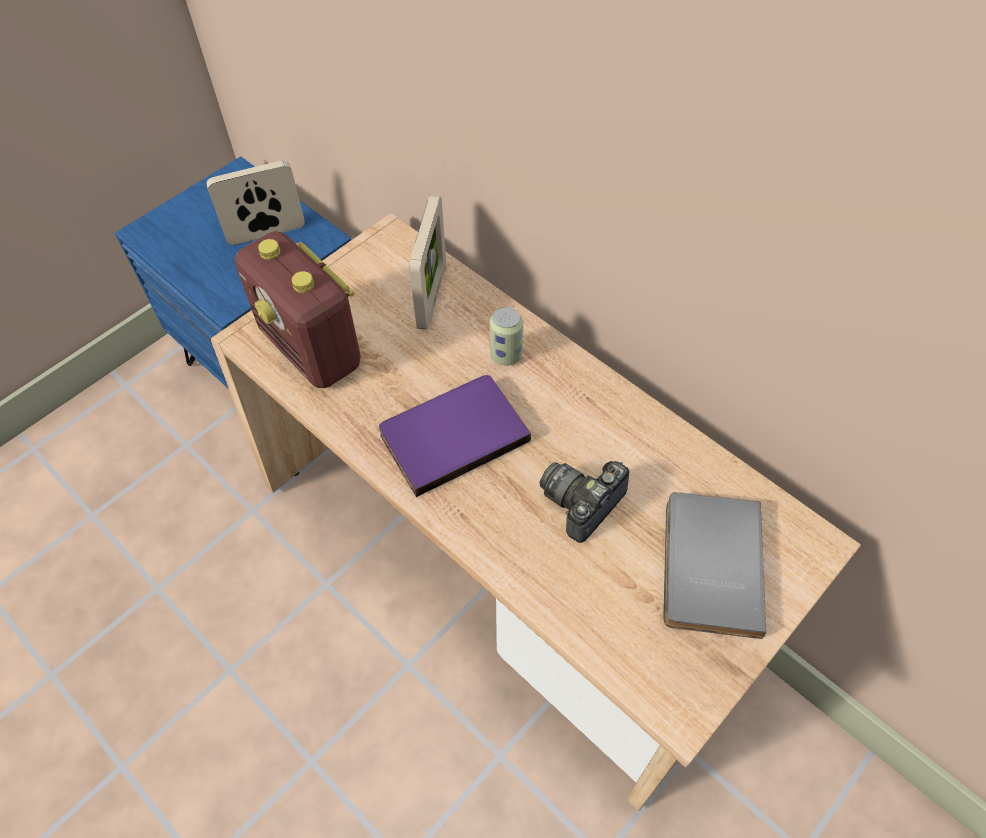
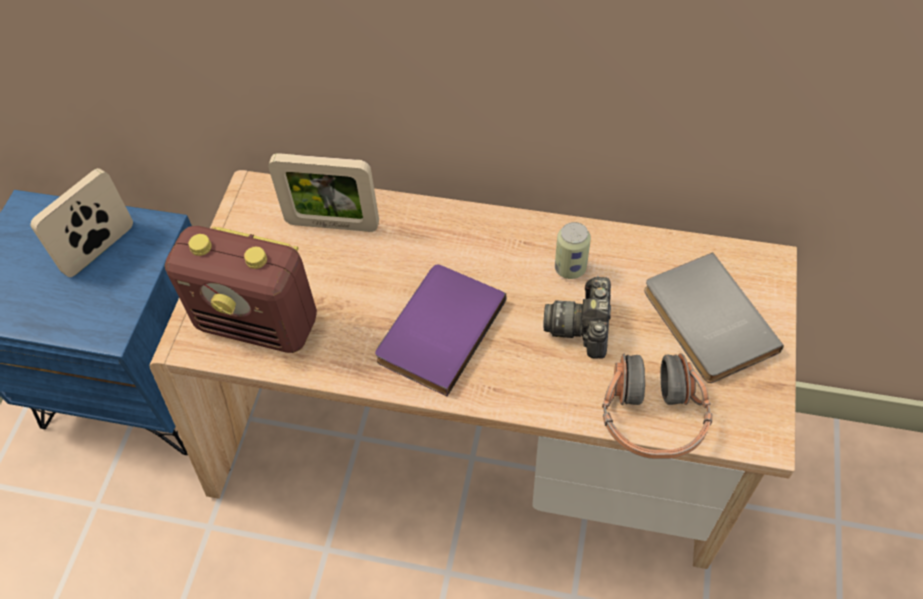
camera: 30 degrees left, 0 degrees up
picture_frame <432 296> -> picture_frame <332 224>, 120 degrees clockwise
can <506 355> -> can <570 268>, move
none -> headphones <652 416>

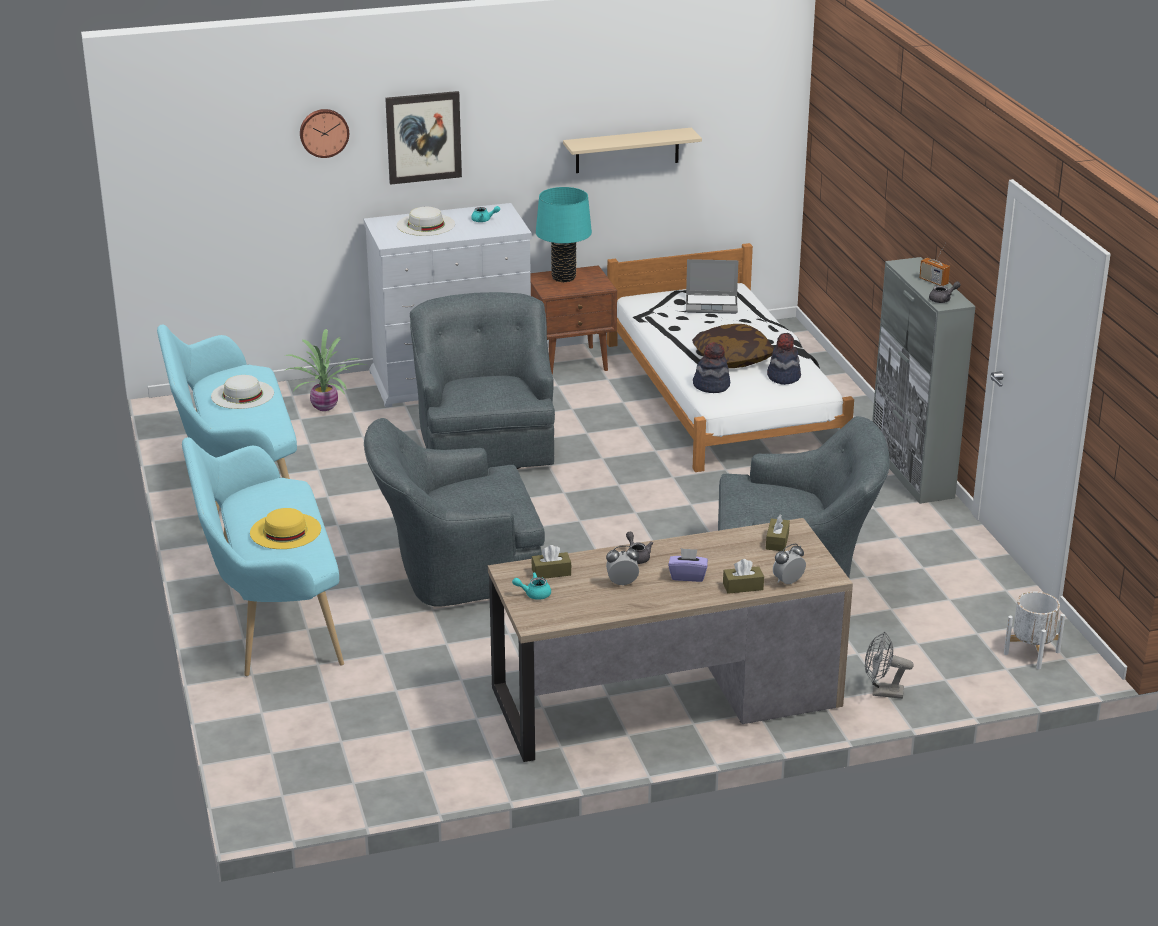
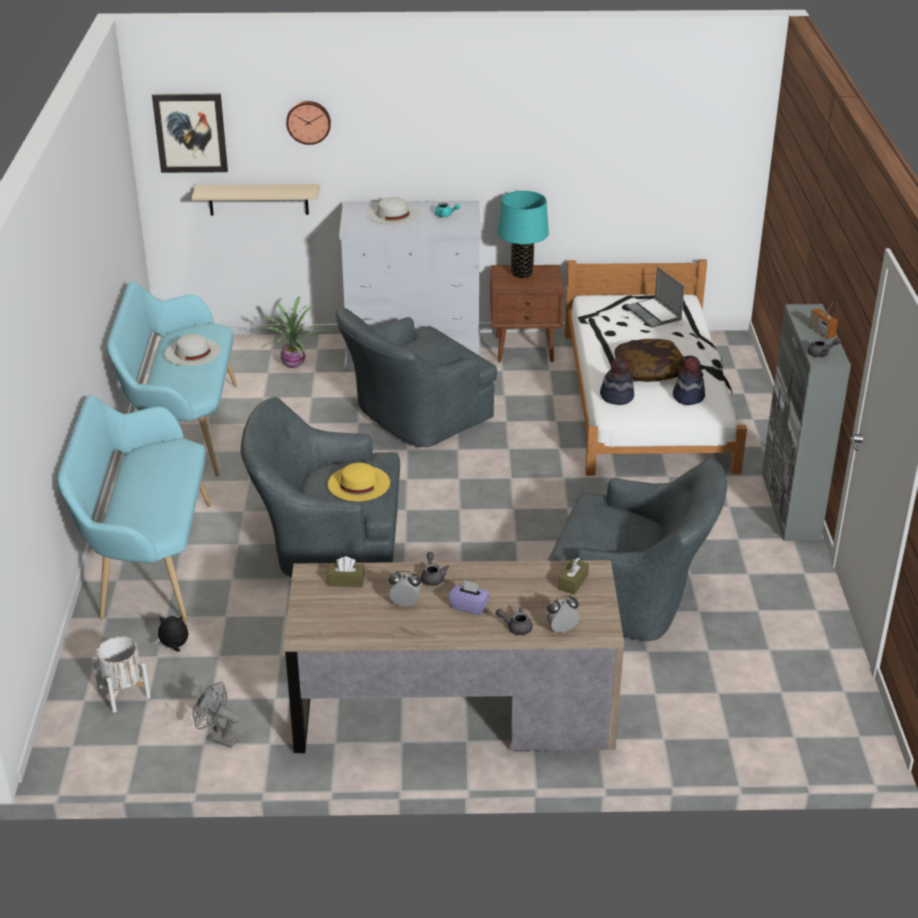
camera: 15 degrees right, 5 degrees up
white_planter <1031 653> -> white_planter <123 693>, move
picture <423 137> -> picture <190 132>, move
none -> plush_toy <174 646>
beige_shelf <627 150> -> beige_shelf <258 199>, move
grey_fan <882 692> -> grey_fan <218 737>, move
yellow_hat <285 531> -> yellow_hat <358 483>, move
grey_armchair <486 442> -> grey_armchair <414 418>, 135 degrees counterclockwise
brown_tissue_box <743 586> -> grey_teapot <516 627>
laptop <712 305> -> laptop <654 314>, 45 degrees clockwise
turquoise_teapot <534 594> -> none

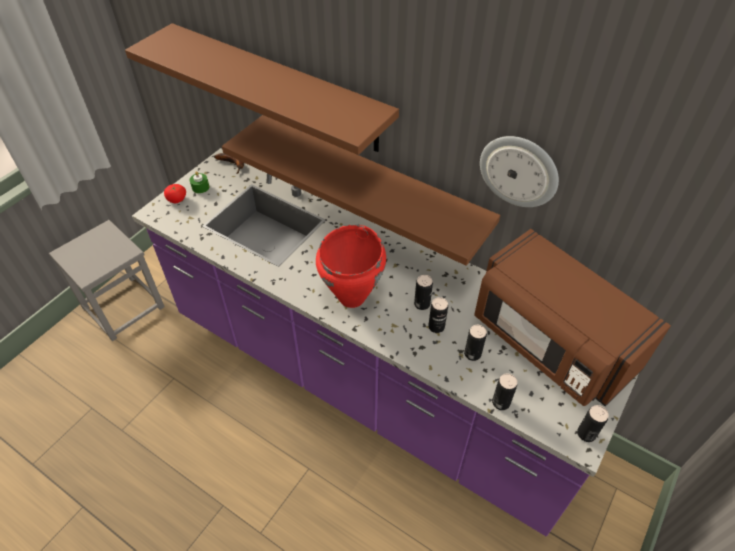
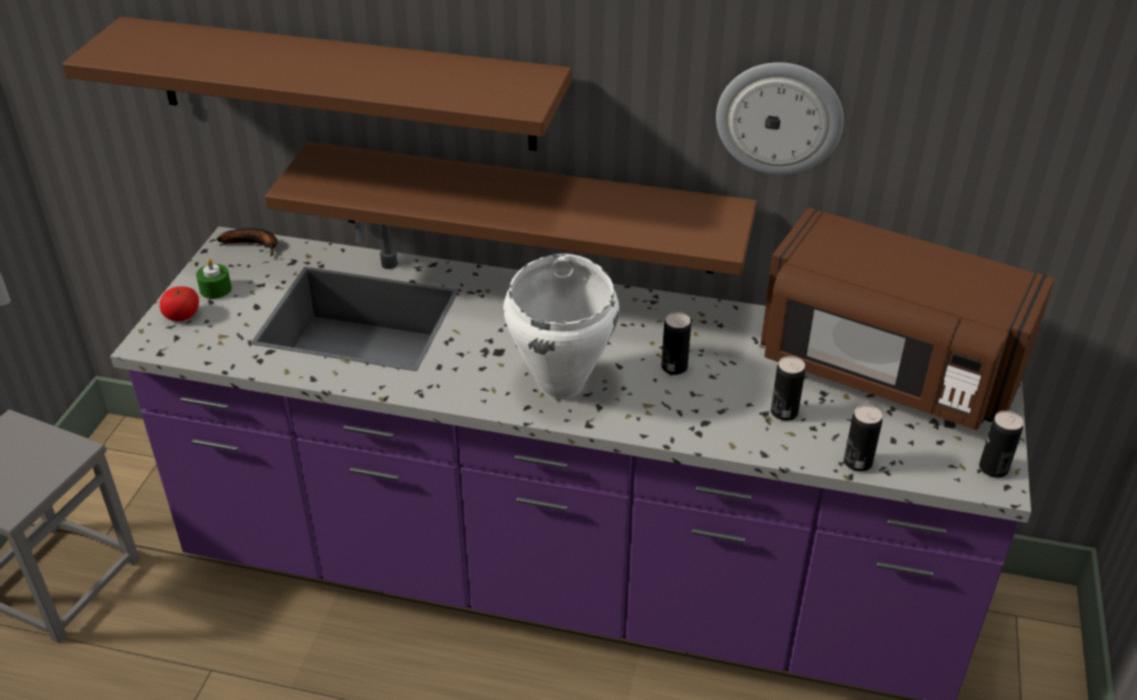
camera: 20 degrees left, 10 degrees down
red_cooking_pot <352 297> -> white_cooking_pot <562 383>
can <436 326> -> none

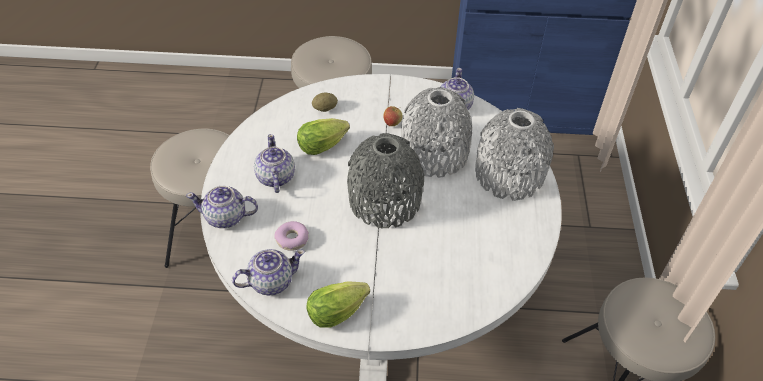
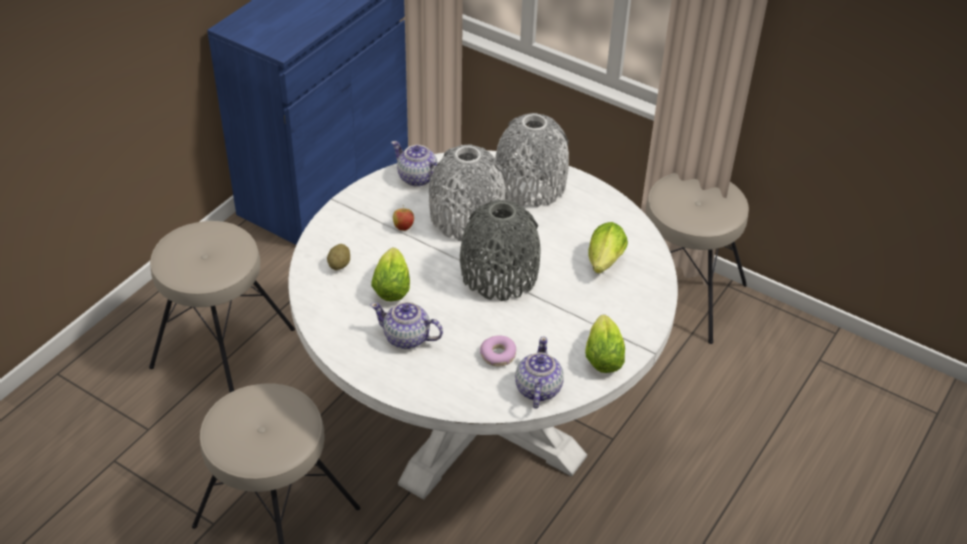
camera: 60 degrees left, 5 degrees down
none -> lettuce <604 263>
teapot <226 217> -> none

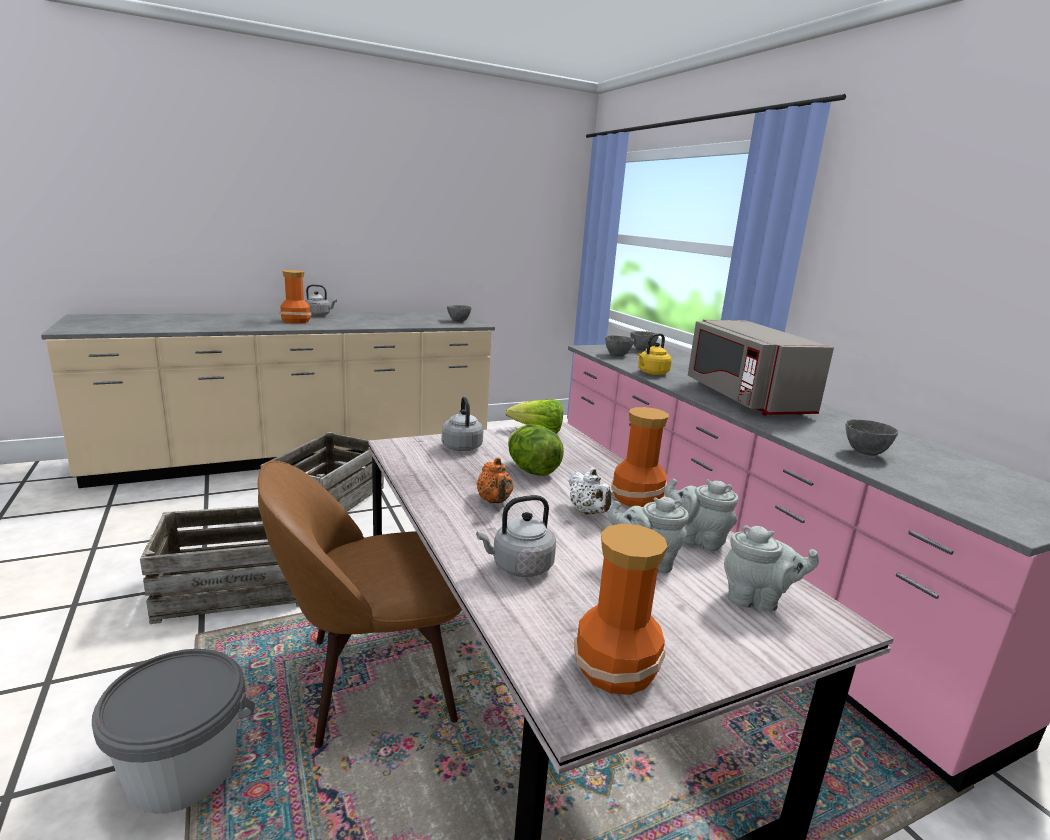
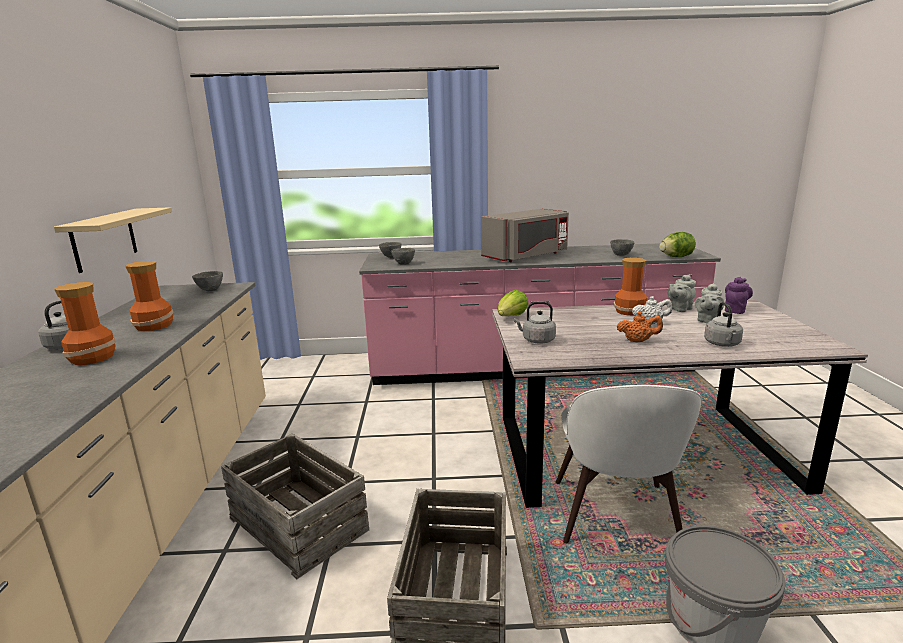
camera: 65 degrees left, 0 degrees up
none -> beige_shelf <104 239>
vase <618 669> -> vase <155 325>, move
grey_microwave <744 398> -> grey_microwave <526 256>, 45 degrees counterclockwise
brown_chair <372 681> -> white_chair <615 518>
lettuce <532 470> -> lettuce <676 257>, move
grey_teapot <757 600> -> purple_teapot <735 310>
yellow_kettle <652 373> -> none

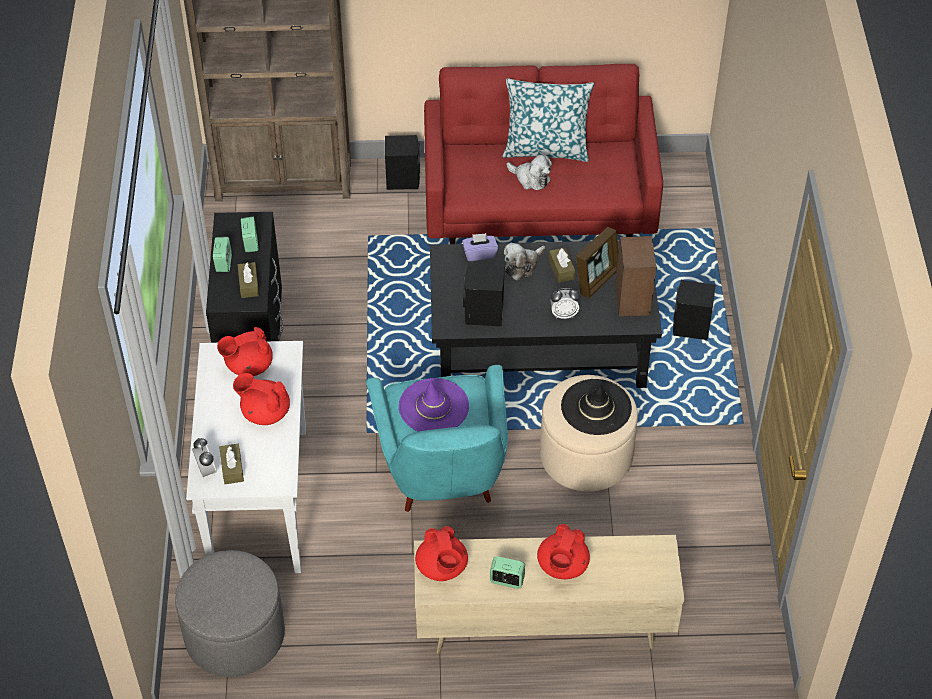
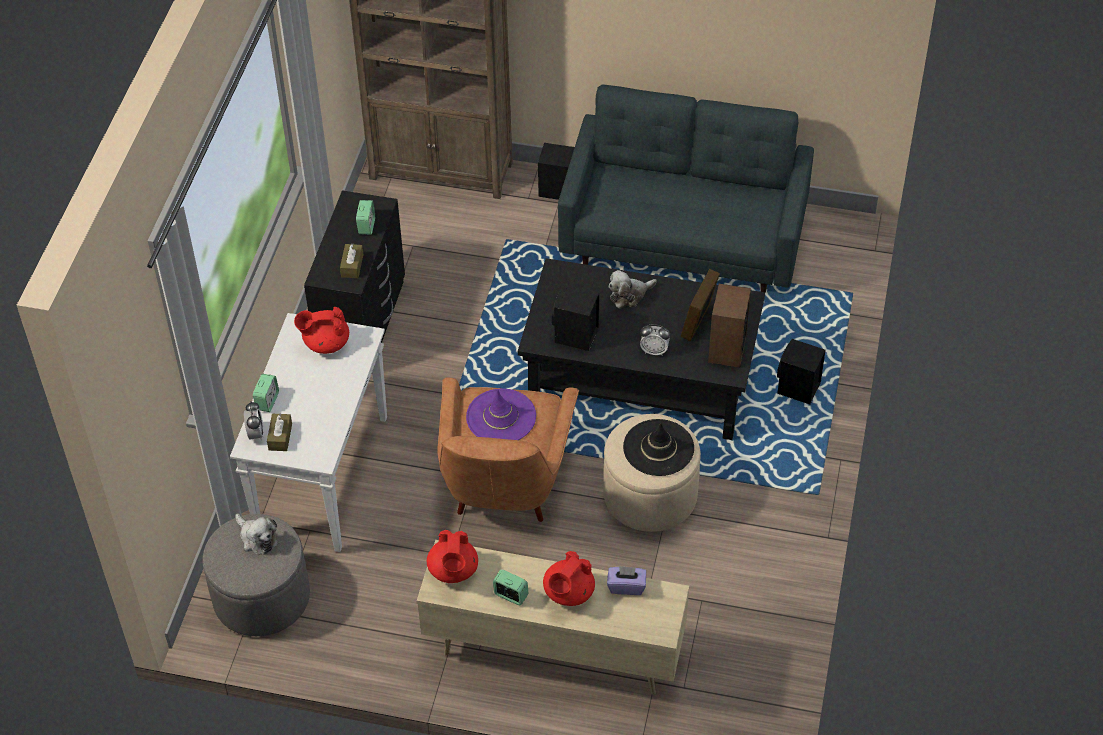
camera: 15 degrees right, 0 degrees up
plush_toy <530 179> -> plush_toy <257 538>, move
alarm_clock <223 263> -> alarm_clock <267 401>, move
turquoise_armchair <443 476> -> brown_armchair <504 488>
red_sofa <539 208> -> grey_sofa <684 241>
purple_tissue_box <479 254> -> purple_tissue_box <626 586>, move
picture_frame <597 280> -> picture_frame <698 323>, 150 degrees clockwise
red_teapot <265 412> -> none
pillow <546 149> -> none
brown_tissue_box <561 269> -> none

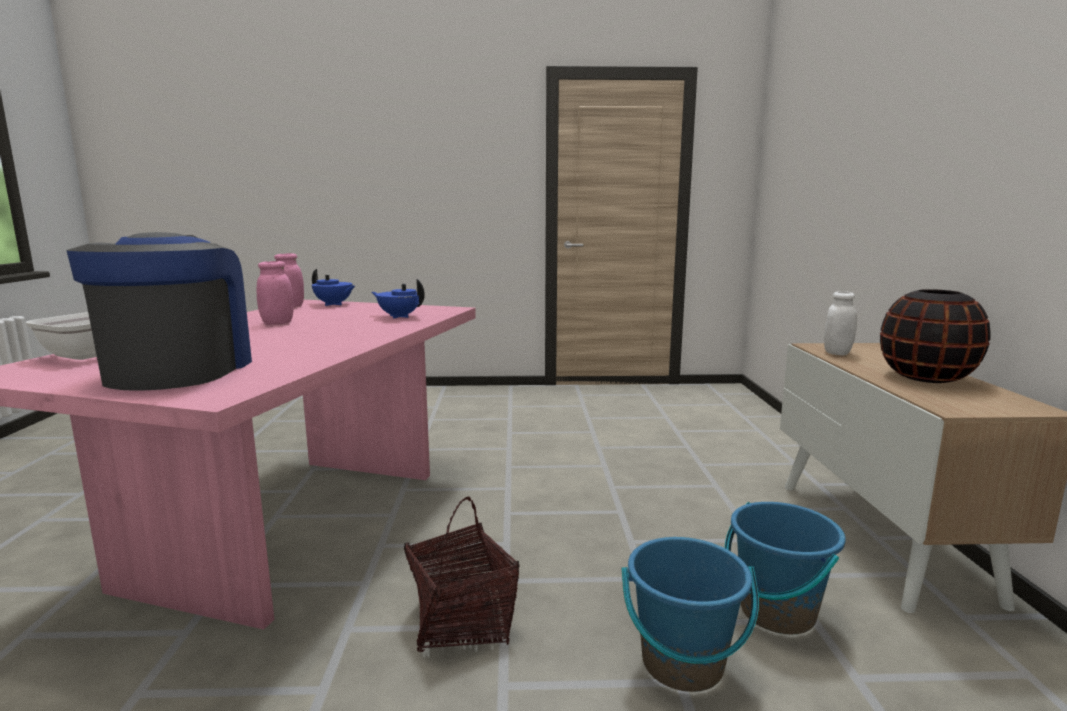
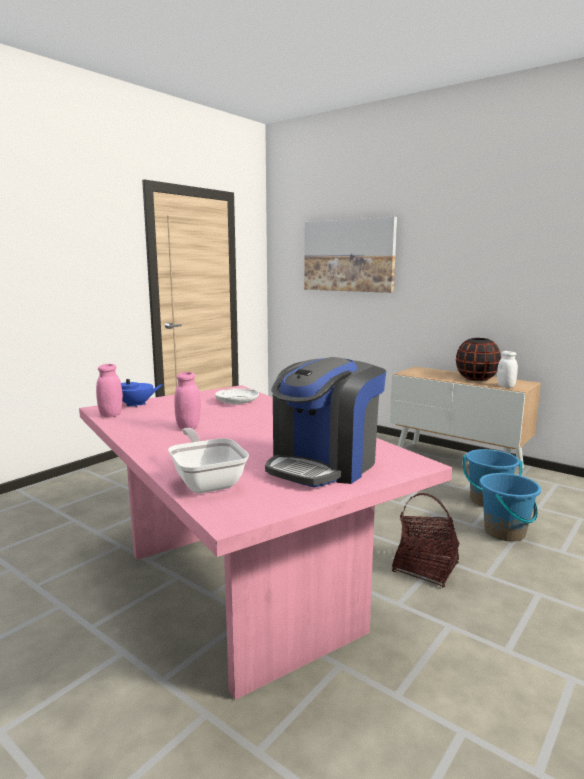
camera: 50 degrees left, 0 degrees up
blue_teapot <399 316> -> white_plate <237 401>
coffee_machine <180 370> -> coffee_machine <324 465>, 90 degrees counterclockwise
none -> picture <348 255>
white_jar <837 353> -> white_jar <505 386>, move

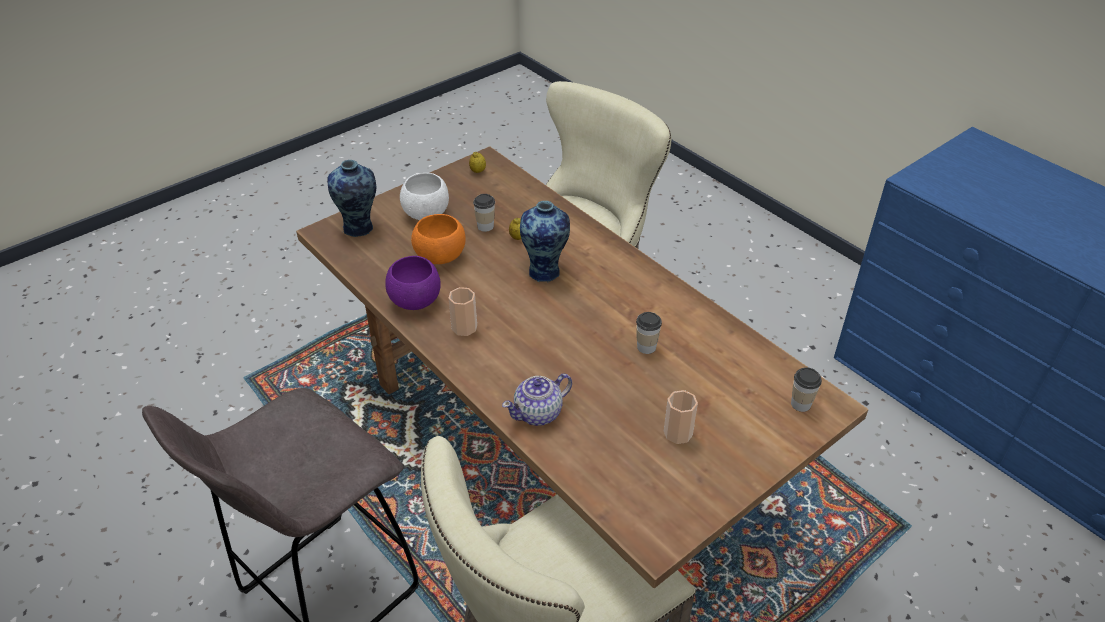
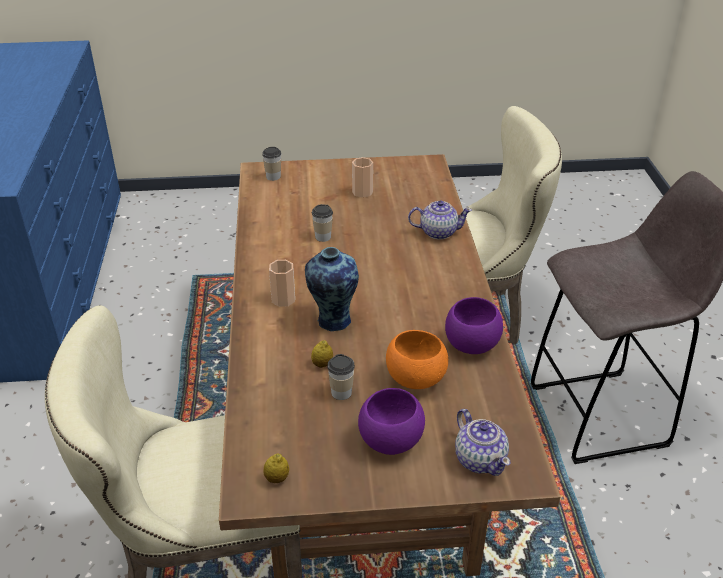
camera: 145 degrees left, 5 degrees down
cup <464 327> -> cup <283 299>, move
white_bowl <427 214> -> purple_bowl <389 441>
vase <359 228> -> teapot <480 459>

